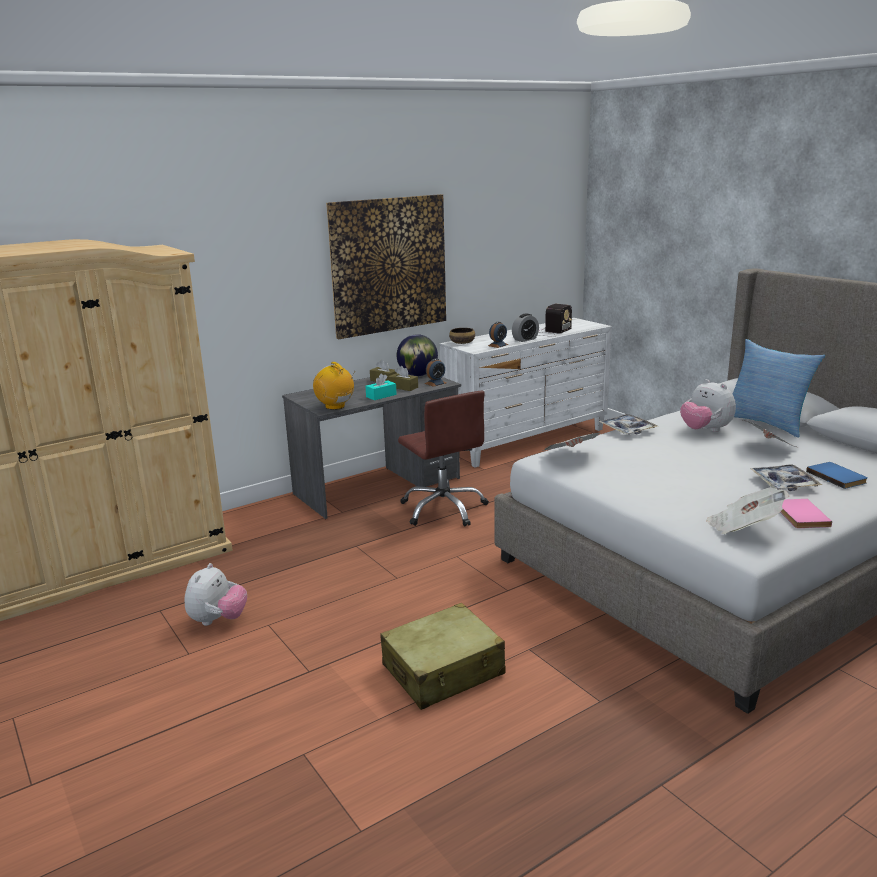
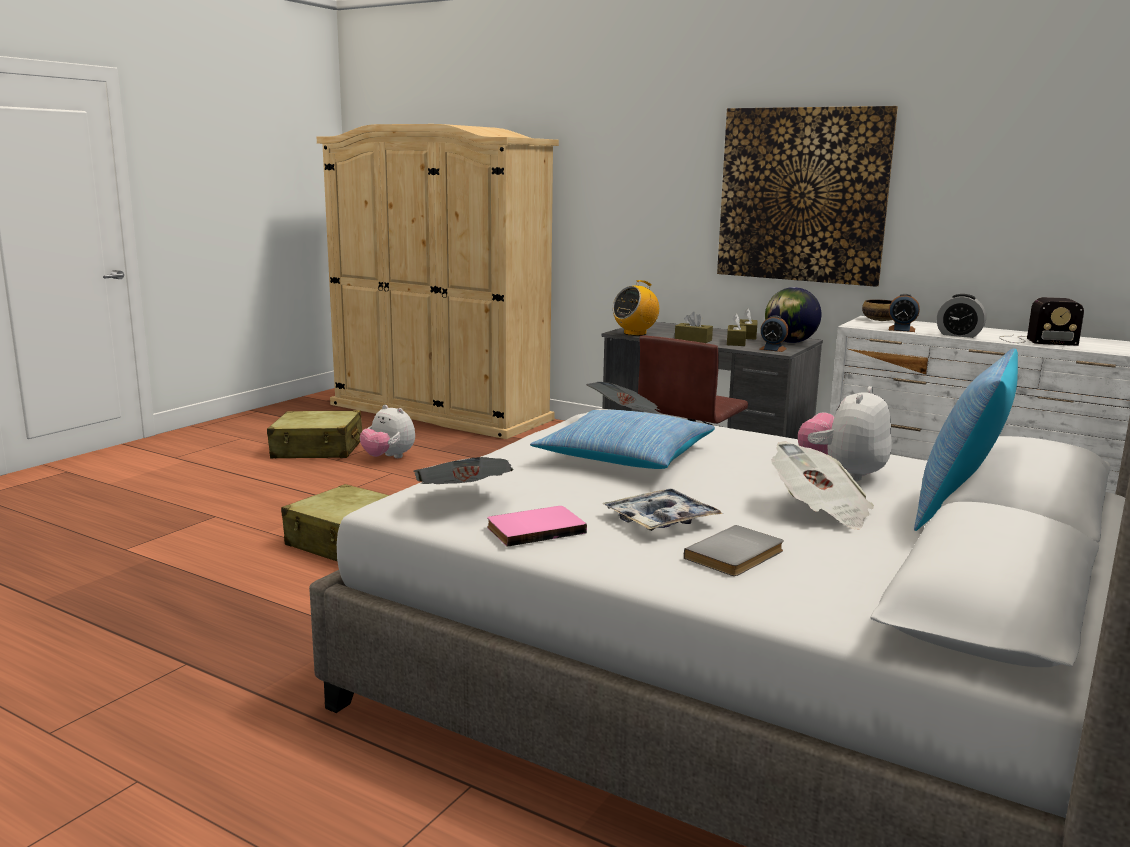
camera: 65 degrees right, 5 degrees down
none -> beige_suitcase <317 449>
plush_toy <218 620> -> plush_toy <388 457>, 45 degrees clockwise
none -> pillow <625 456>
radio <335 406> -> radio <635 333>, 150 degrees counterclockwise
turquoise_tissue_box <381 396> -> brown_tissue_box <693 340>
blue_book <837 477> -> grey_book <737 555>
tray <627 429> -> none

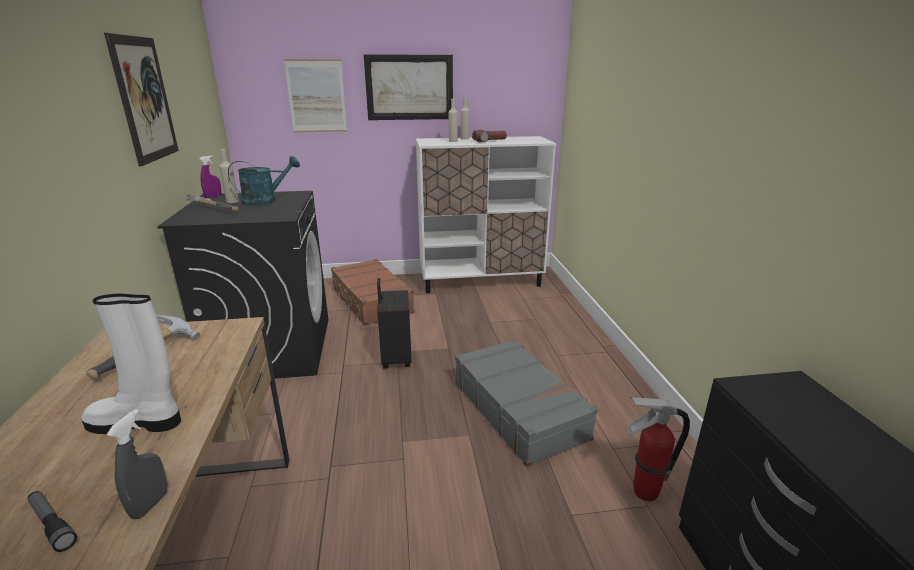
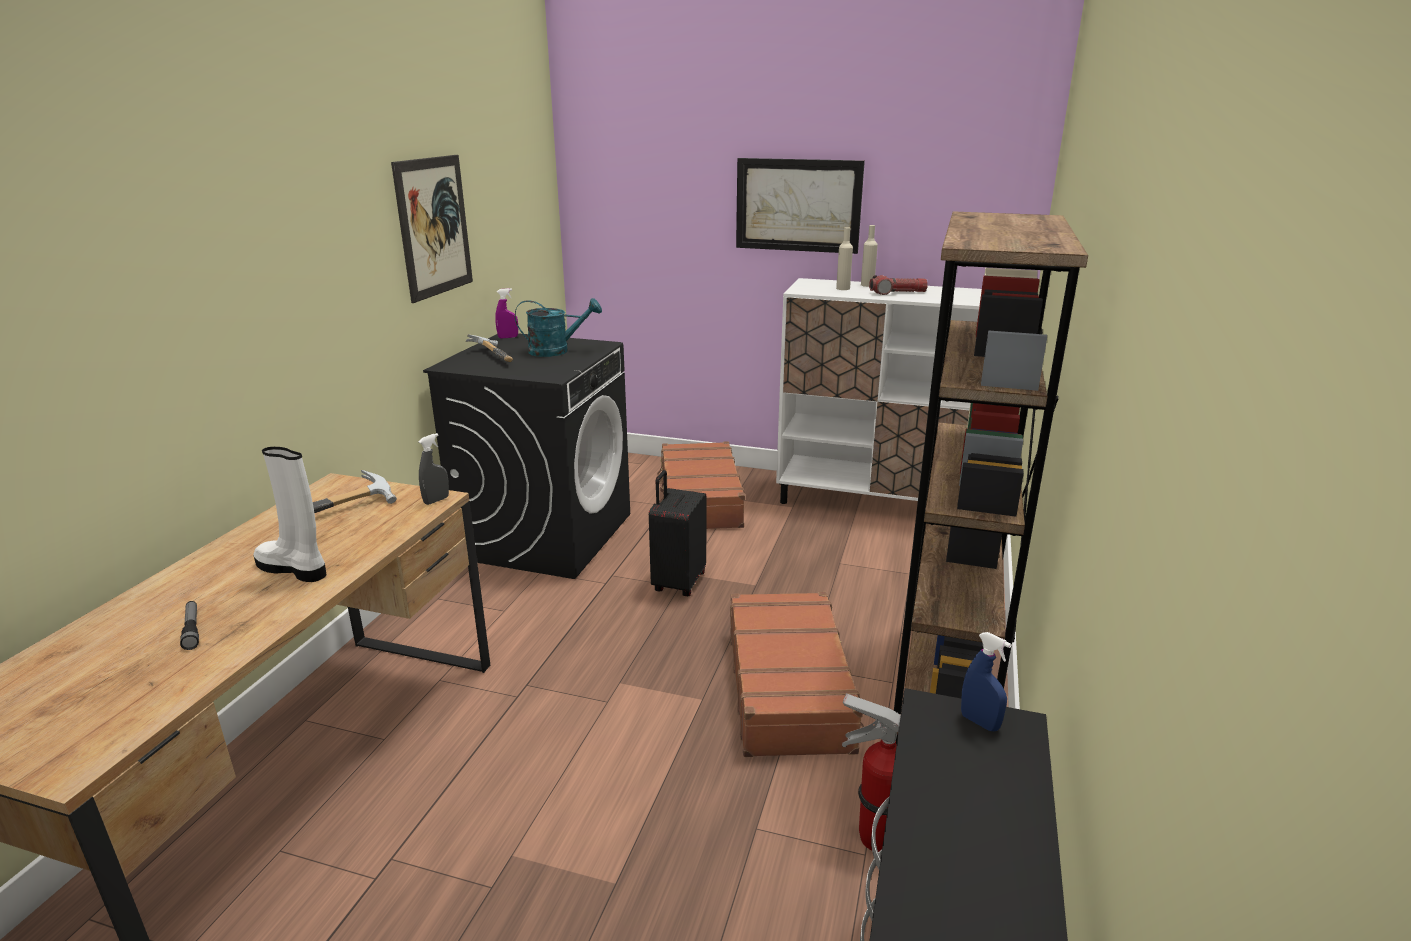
camera: 25 degrees right, 0 degrees up
grey_spray_bottle <150 504> -> grey_spray_bottle <436 500>, move
grey_suitcase <519 409> -> brown_suitcase <789 687>
none -> brown_bookcase <944 686>
none -> blue_spray_bottle <979 722>
beige_bottle <232 201> -> none
picture <316 96> -> none

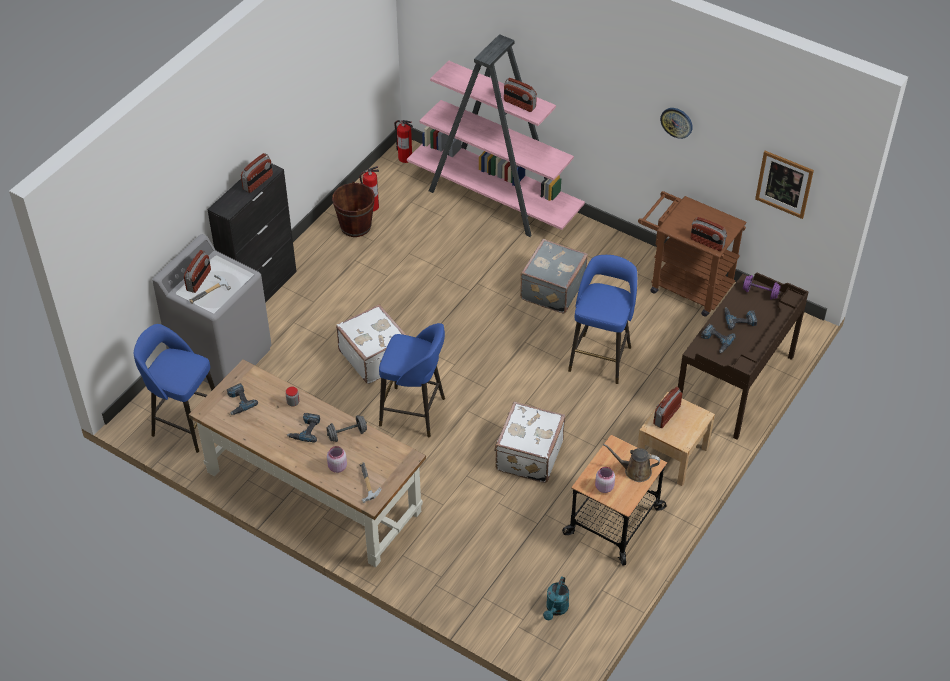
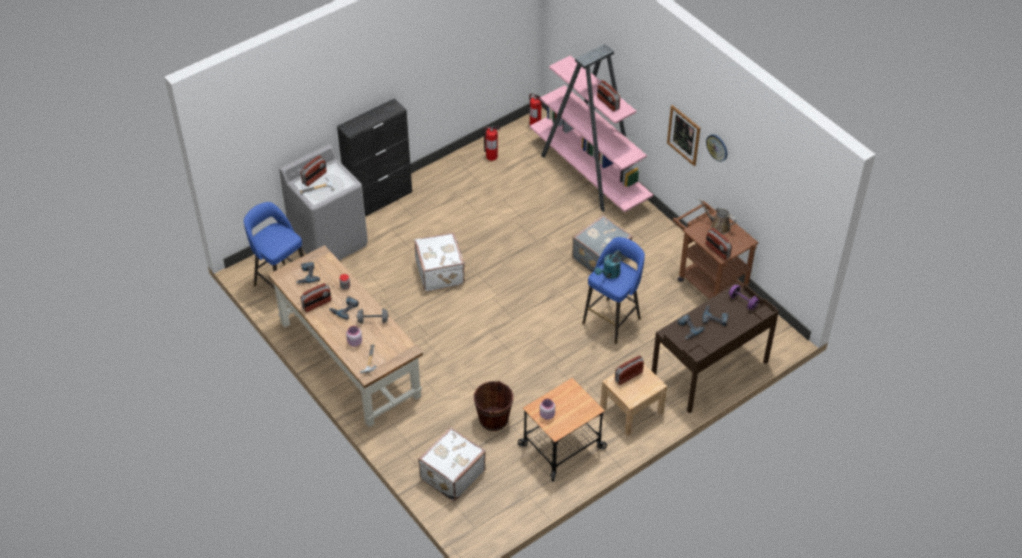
camera: 20 degrees right, 0 degrees up
radio <258 182> -> radio <317 304>, move
white_suitcase <528 455> -> white_suitcase <451 474>, move
brown_bucket <355 226> -> brown_bucket <493 419>, move
turquoise_watering_can <556 609> -> turquoise_watering_can <609 274>, move
picture <784 184> -> picture <684 135>, move
brown_watering_can <635 471> -> brown_watering_can <718 226>, move
blue_stool <414 412> -> none

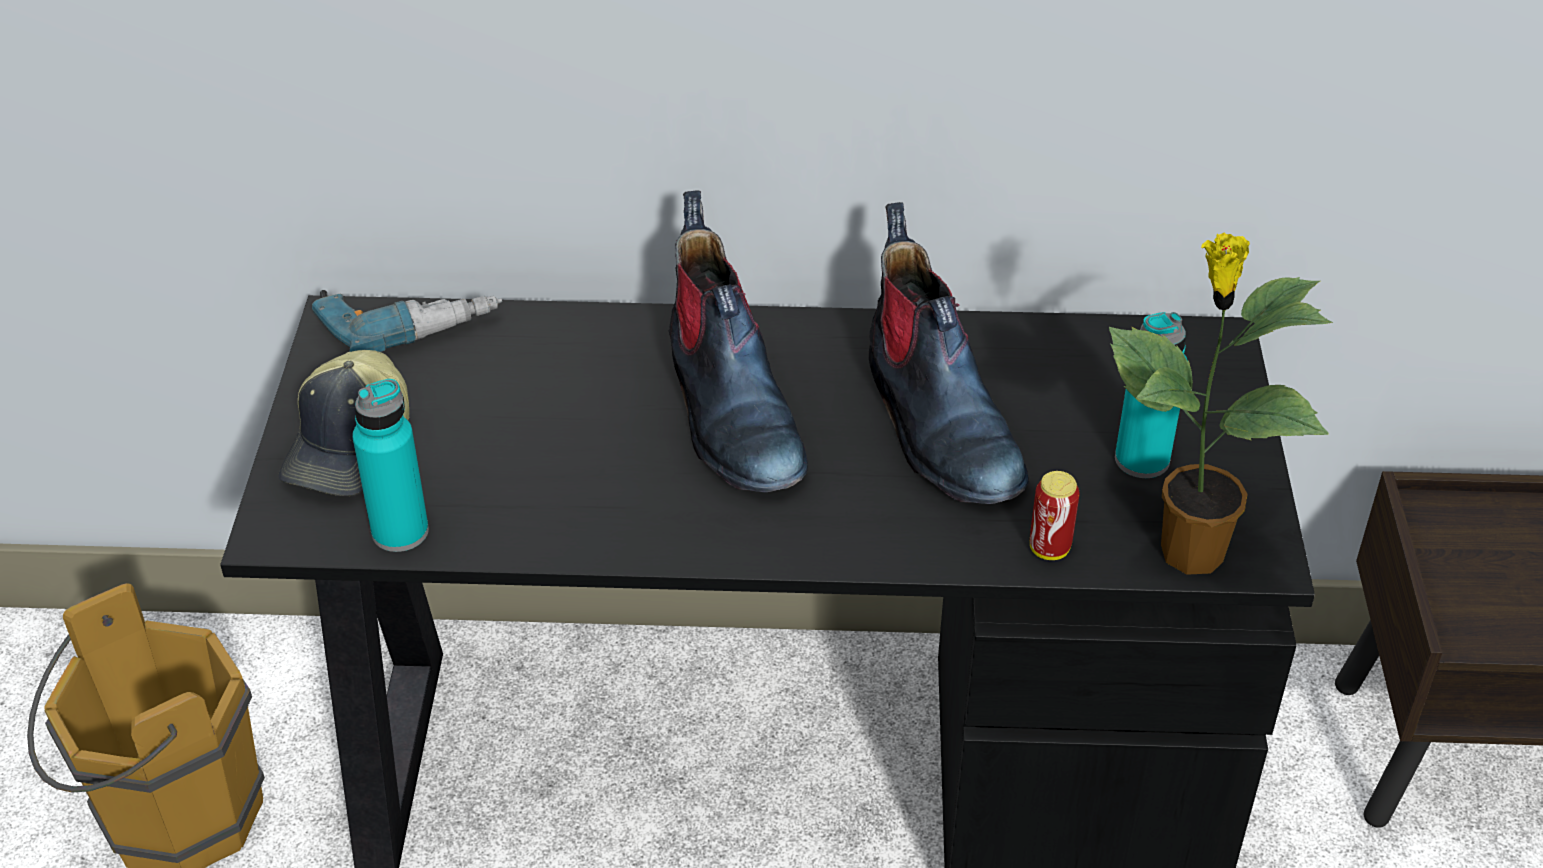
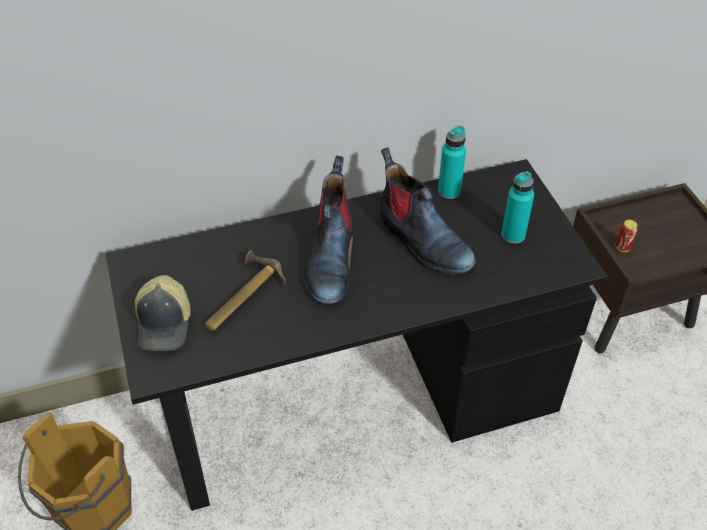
camera: 20 degrees left, 5 degrees up
none -> hammer <241 296>
boot <730 411> -> boot <330 259>, 45 degrees clockwise
turquoise_bottle <400 532> -> turquoise_bottle <449 191>, move
can <1049 548> -> can <622 248>, move
power_drill <409 320> -> none
potted_plant <1187 552> -> none

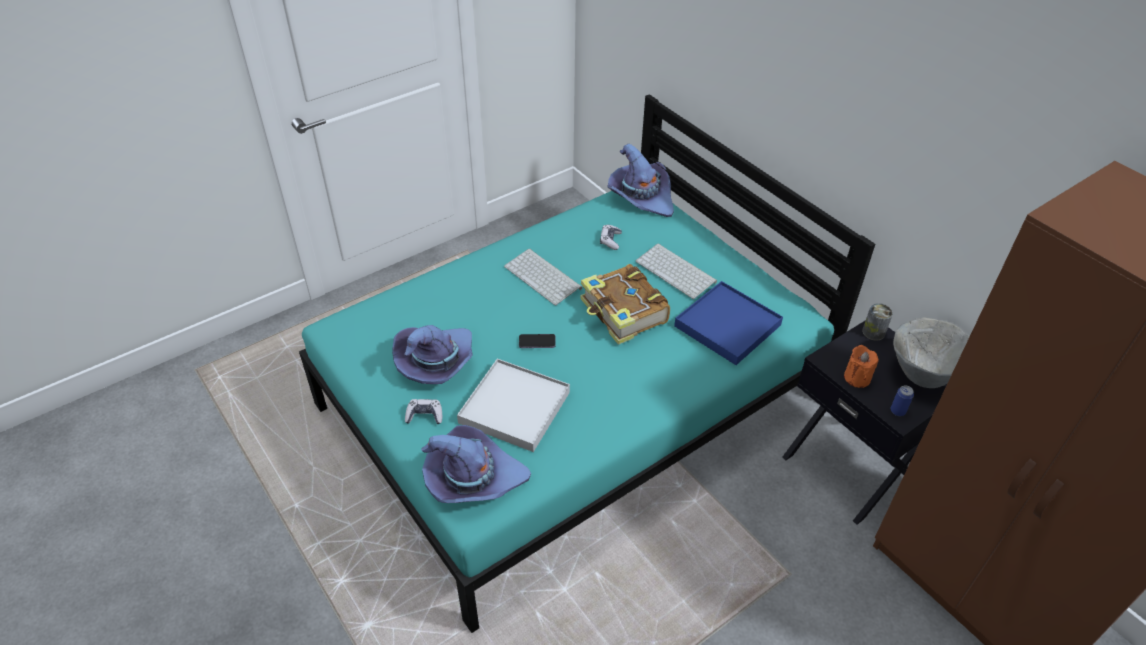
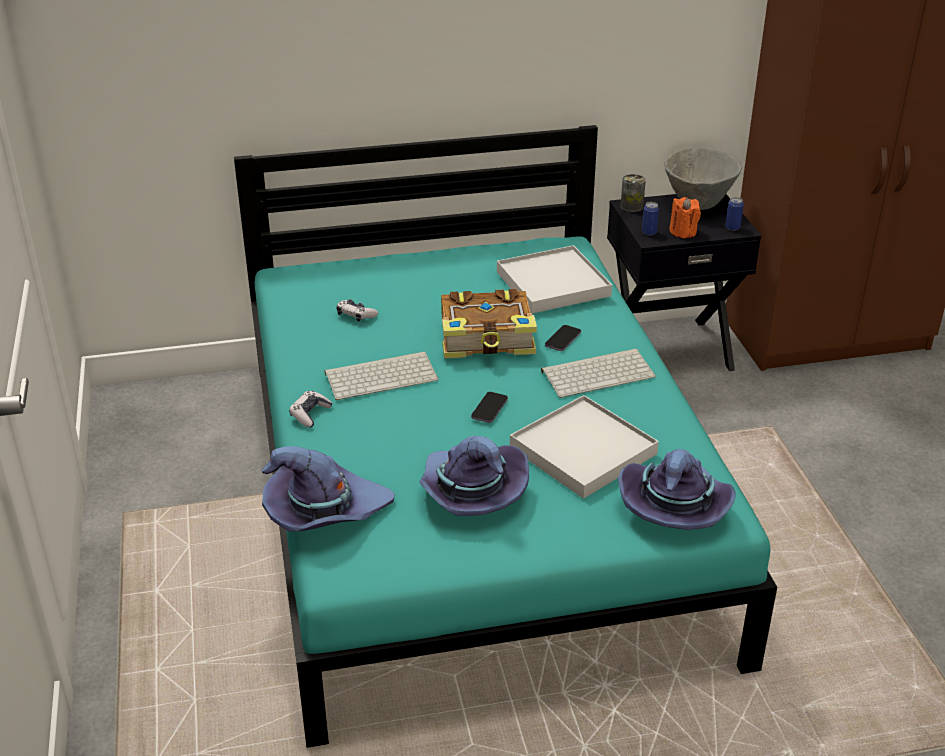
camera: 65 degrees left, 10 degrees down
purple_hat <641 196> -> purple_hat <324 511>, move
game_controller <424 415> -> game_controller <310 414>, move
blue_tray <728 325> -> white_tray <553 284>
keyboard <677 271> -> keyboard <598 373>, move
none -> phone <563 339>
none -> can <649 232>

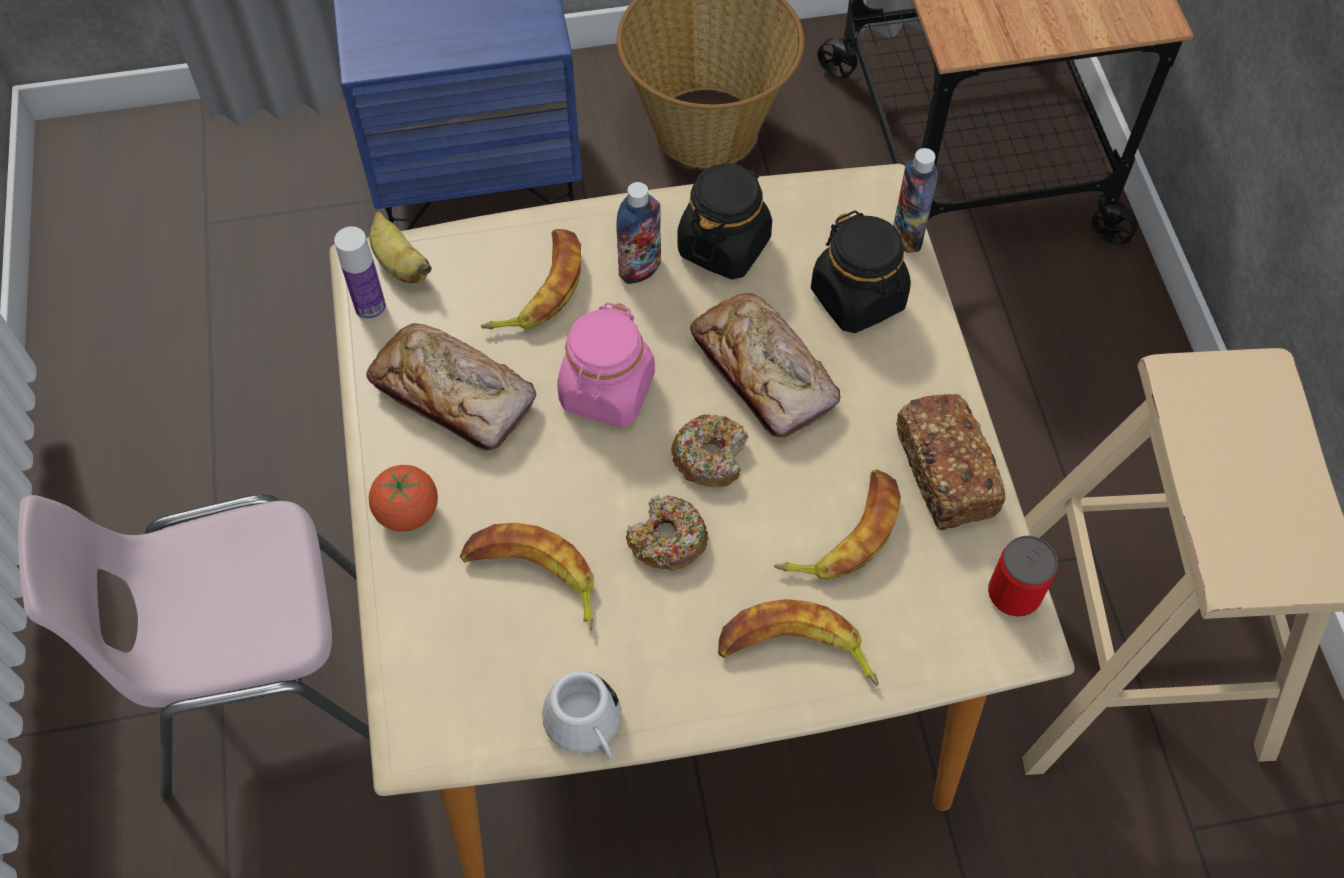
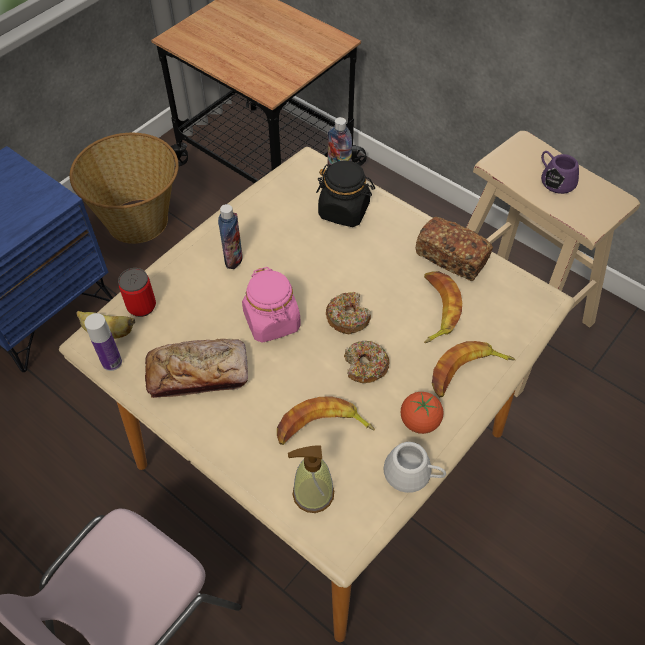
camera: 40 degrees left, 5 degrees down
can <1014 594> -> can <141 306>, move
none -> soap_dispenser <312 494>
tomato <408 512> -> tomato <419 421>, move
none -> purple_mug <554 179>
banana <539 288> -> none
black_jar <724 245> -> none
bread <763 374> -> none

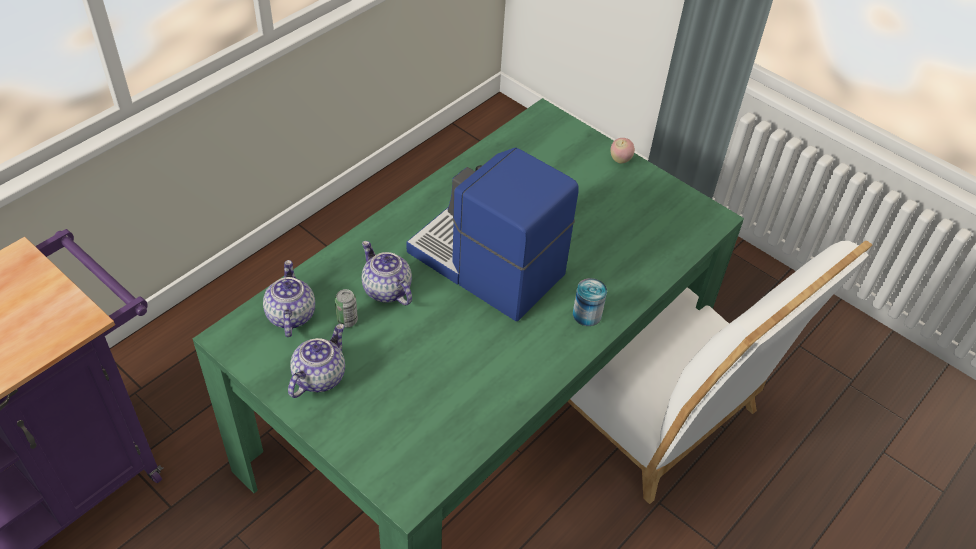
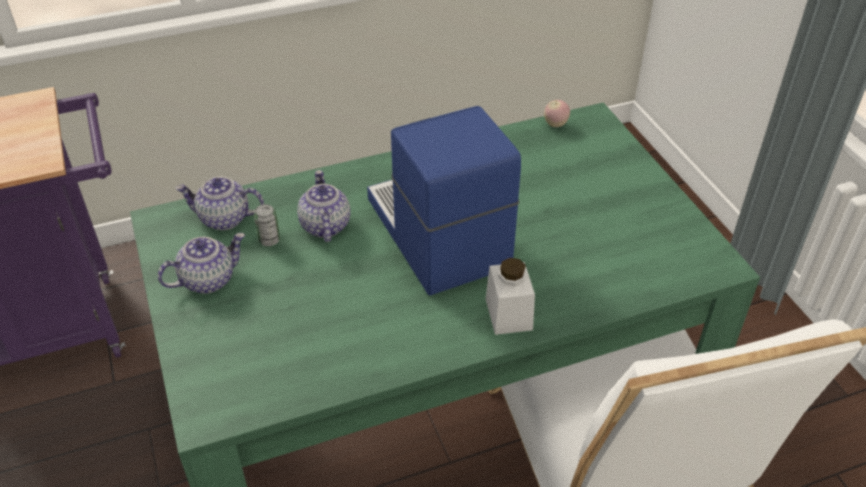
camera: 30 degrees right, 5 degrees down
teapot <290 315> -> teapot <224 219>, 105 degrees counterclockwise
can <587 314> -> white_jar <508 314>
apple <620 160> -> apple <555 124>, move

